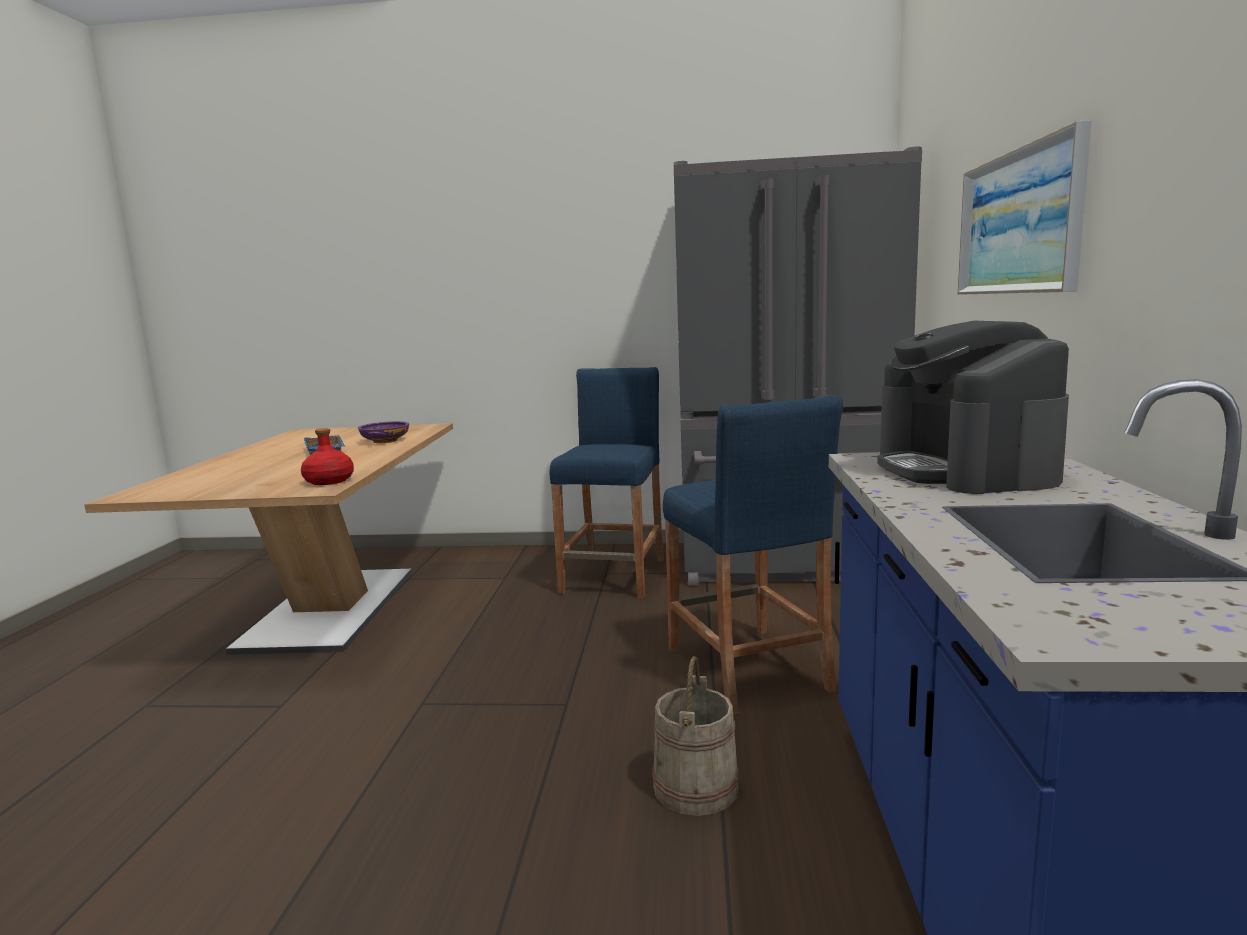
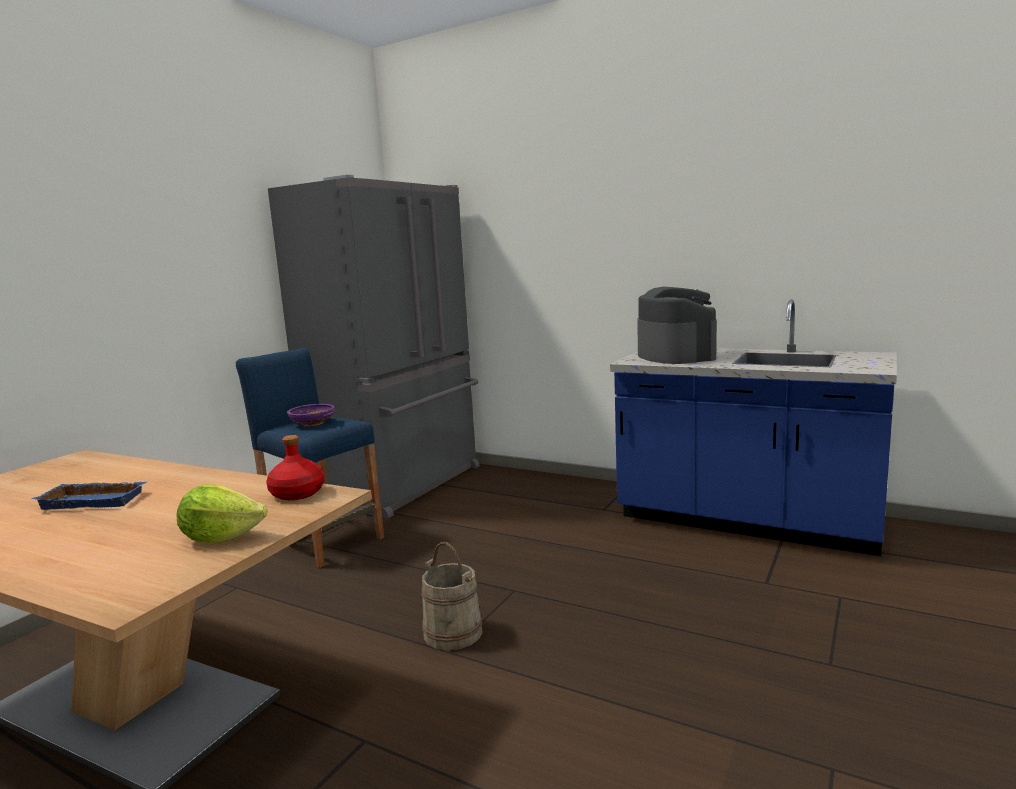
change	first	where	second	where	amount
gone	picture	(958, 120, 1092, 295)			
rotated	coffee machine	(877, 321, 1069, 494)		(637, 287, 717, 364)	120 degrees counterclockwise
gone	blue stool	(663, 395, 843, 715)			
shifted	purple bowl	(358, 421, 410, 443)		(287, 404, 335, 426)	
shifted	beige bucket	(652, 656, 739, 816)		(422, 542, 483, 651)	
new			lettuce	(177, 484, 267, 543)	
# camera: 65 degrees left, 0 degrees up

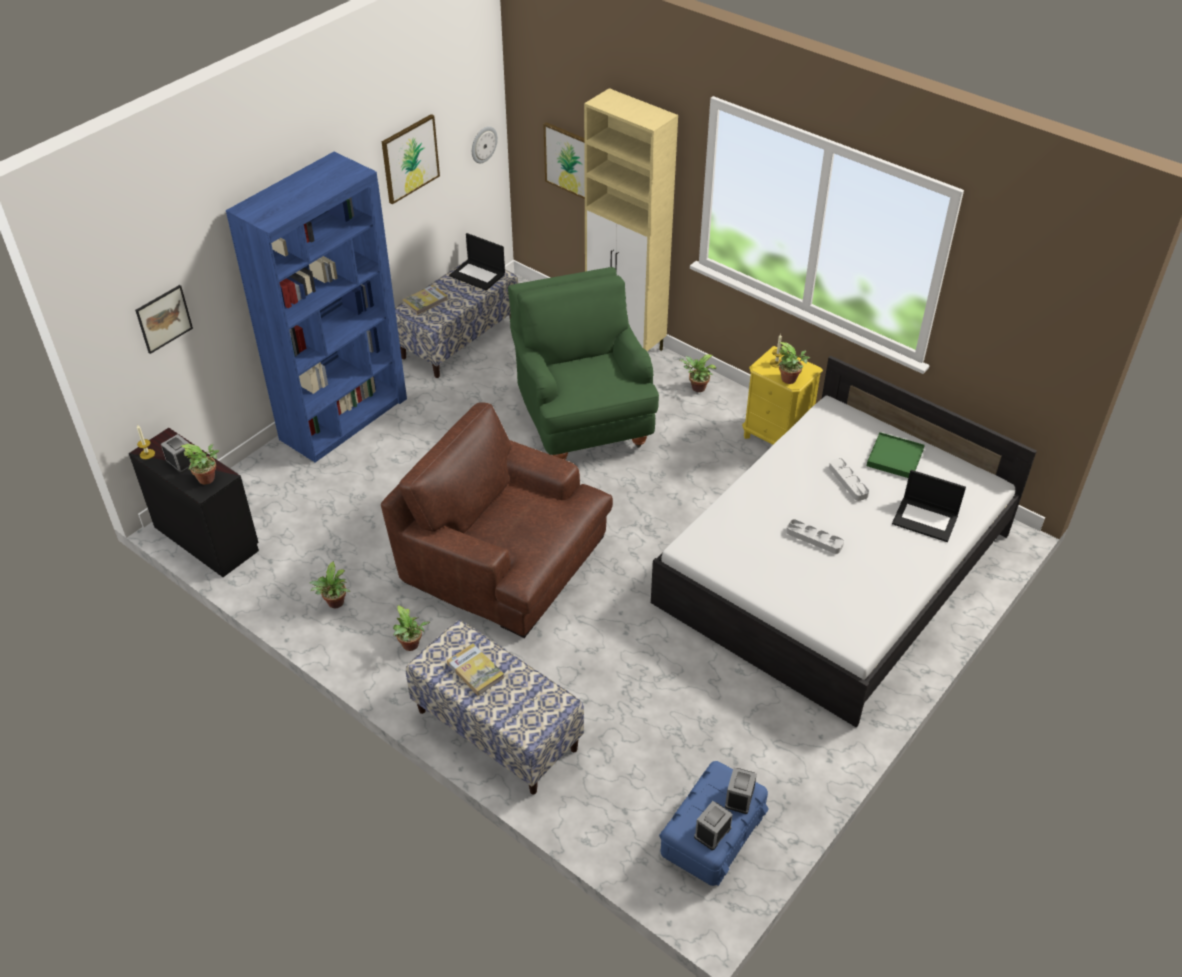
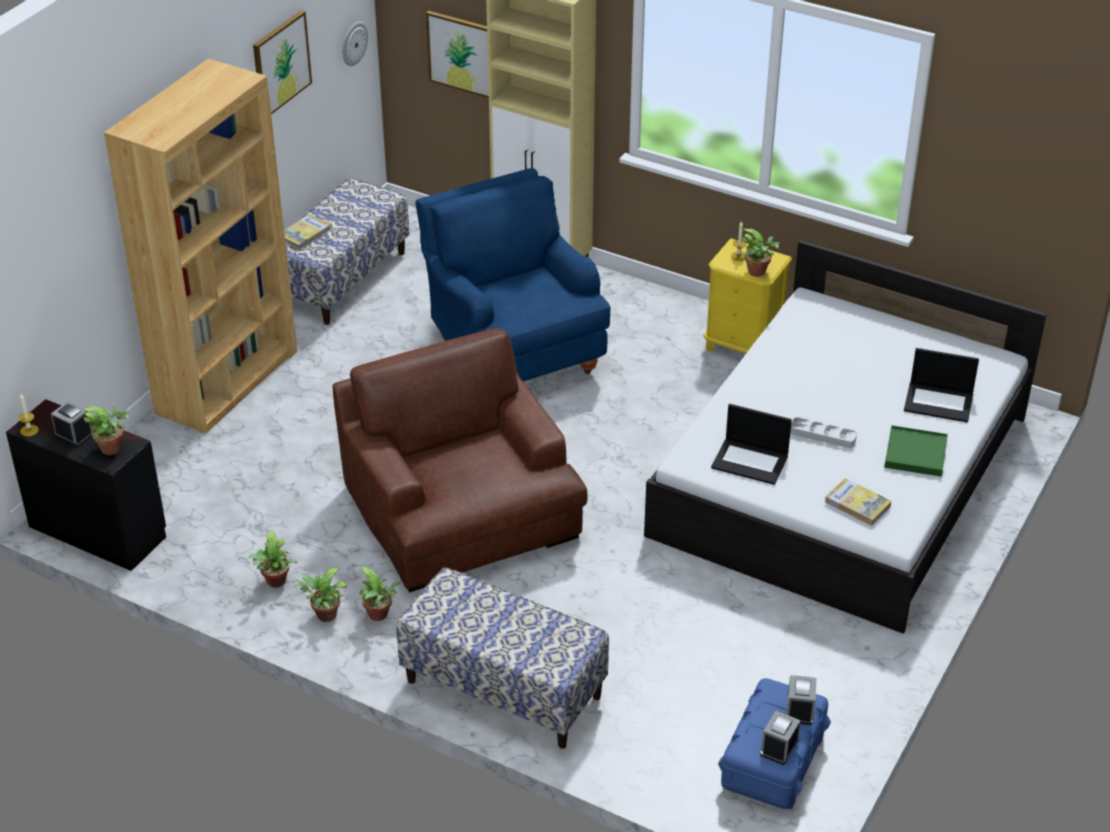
change	first	where	second	where	amount
repainted	blue bookcase	(226, 152, 407, 462)	brown bookcase	(104, 58, 298, 434)	
shifted	laptop	(449, 233, 505, 291)		(711, 404, 792, 485)	
repainted	green armchair	(508, 267, 659, 460)	blue armchair	(415, 168, 610, 381)	
gone	picture	(135, 285, 193, 354)			
shifted	potted plant	(680, 354, 716, 392)		(291, 568, 348, 622)	
rotated	brown armchair	(381, 402, 613, 638)		(332, 328, 588, 593)	45 degrees clockwise
shifted	green tray	(867, 432, 925, 478)		(884, 425, 948, 477)	
gone	grey tray	(829, 458, 869, 501)			
shifted	book	(447, 644, 504, 695)		(825, 478, 892, 526)	
# camera: 10 degrees left, 5 degrees down

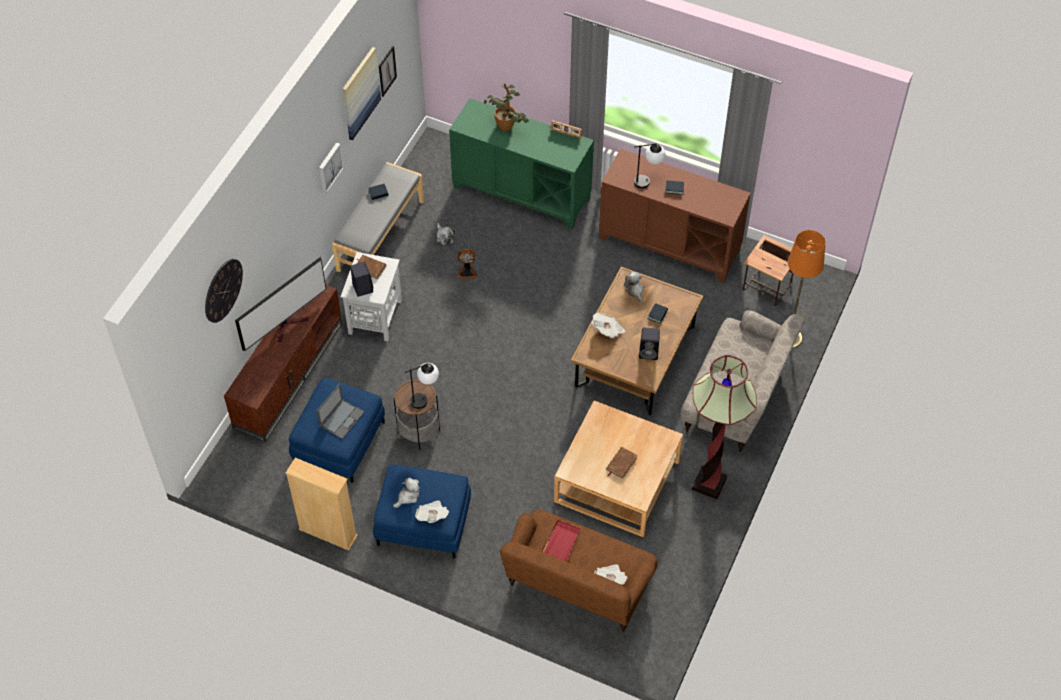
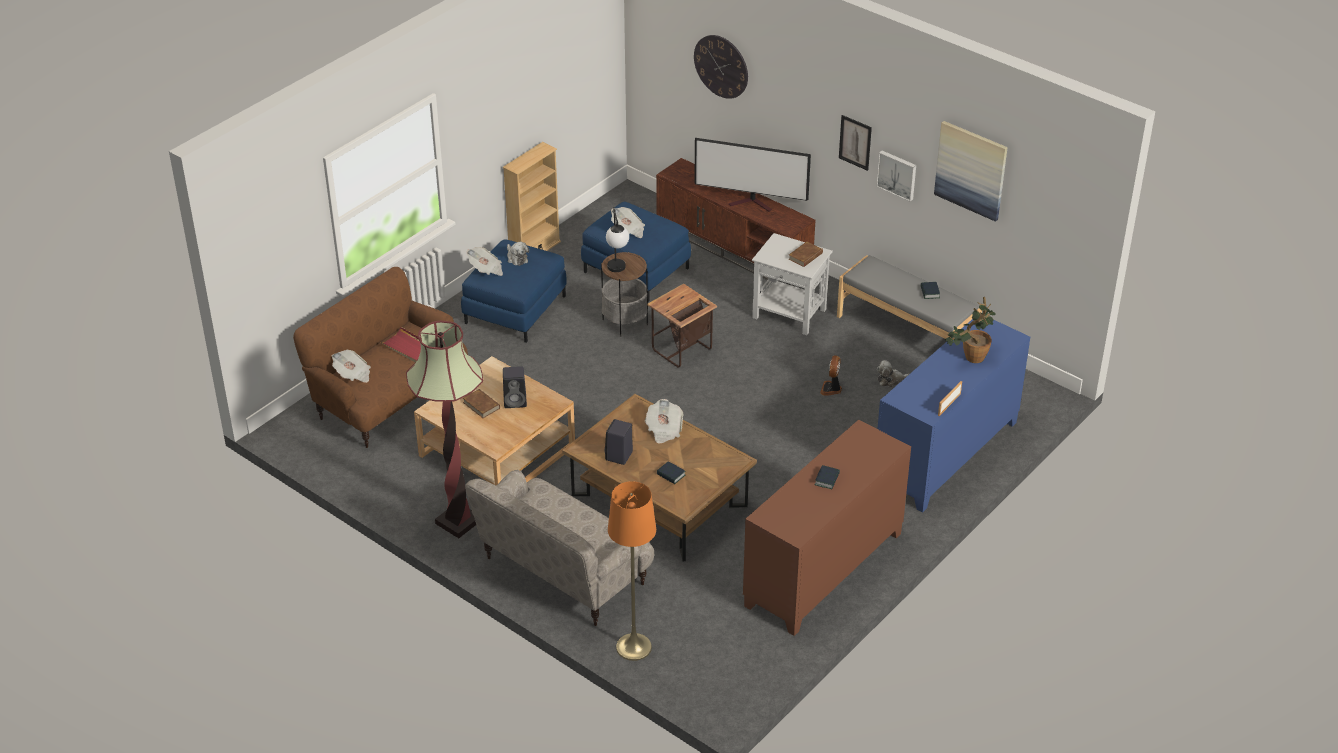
change	first	where	second	where	amount
shifted	picture	(379, 46, 397, 97)		(839, 115, 872, 171)	
repainted	green cabinet	(449, 98, 594, 229)	blue cabinet	(877, 319, 1030, 513)	
gone	table lamp	(634, 143, 665, 189)			
shifted	side table	(743, 235, 794, 306)		(647, 284, 717, 368)	
rotated	television	(235, 257, 326, 351)		(694, 138, 811, 212)	45 degrees counterclockwise
shifted	black speaker	(350, 262, 373, 297)		(503, 366, 527, 408)	
gone	plush toy	(624, 272, 643, 303)			
swapped	laptop	(317, 384, 364, 439)	newspaper	(611, 207, 645, 238)	
# camera: 105 degrees right, 15 degrees down

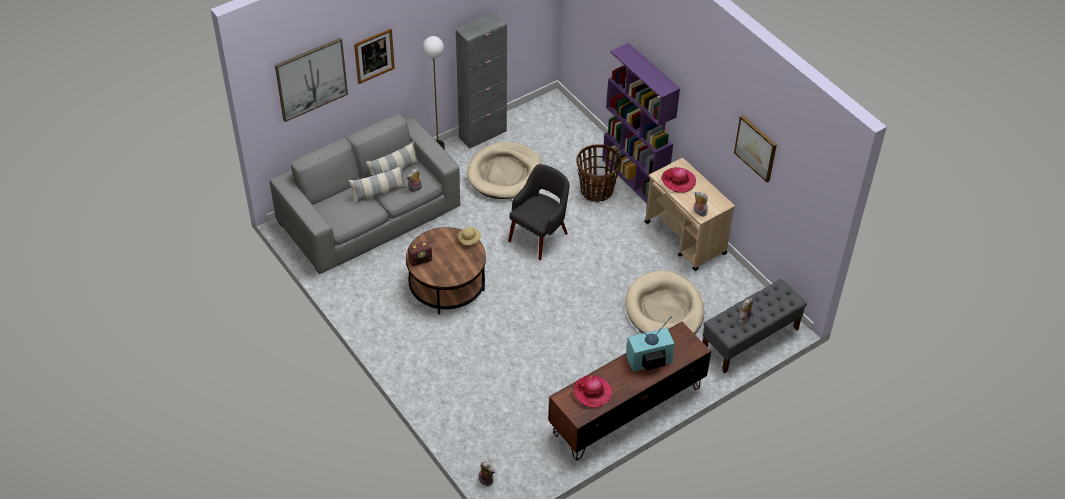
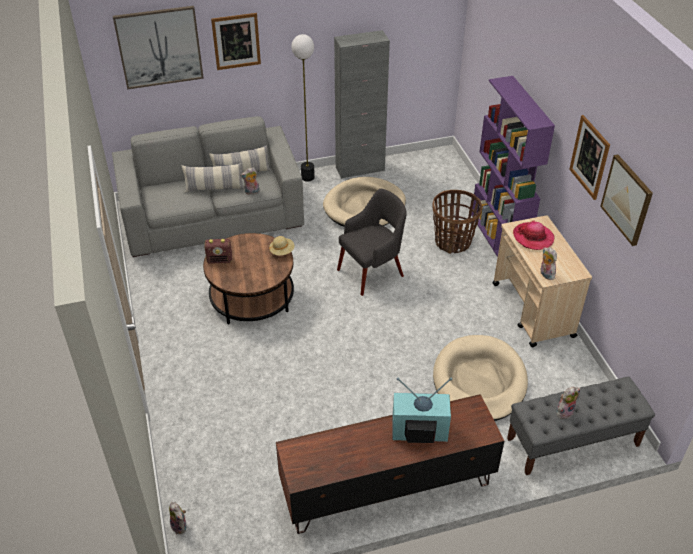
change	first	where	second	where	amount
gone	hat	(573, 375, 612, 408)			
new			picture	(569, 115, 610, 200)	
# camera: 20 degrees right, 5 degrees down

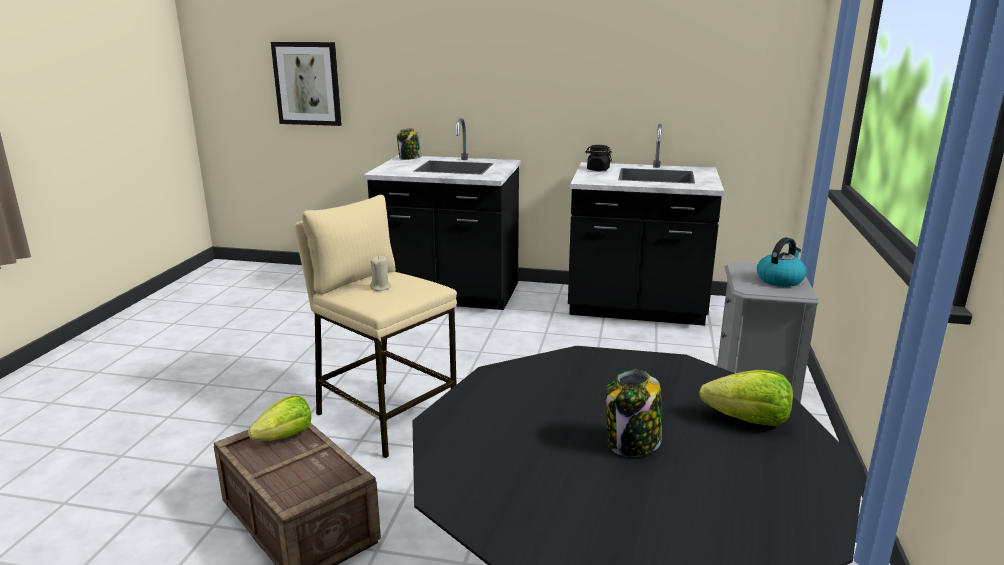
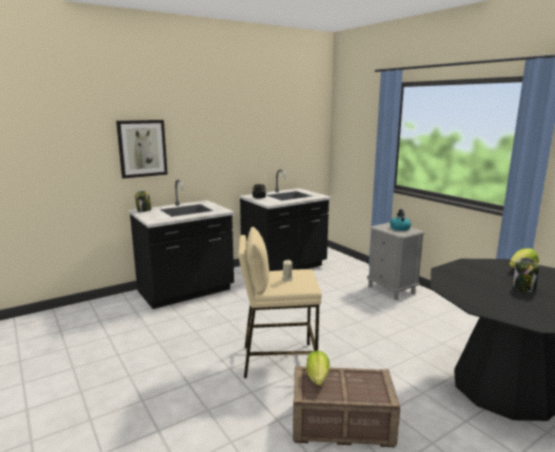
change	first	where	second	where	amount
shifted	picture	(271, 42, 342, 126)		(116, 120, 168, 179)	
# camera: 45 degrees left, 5 degrees down

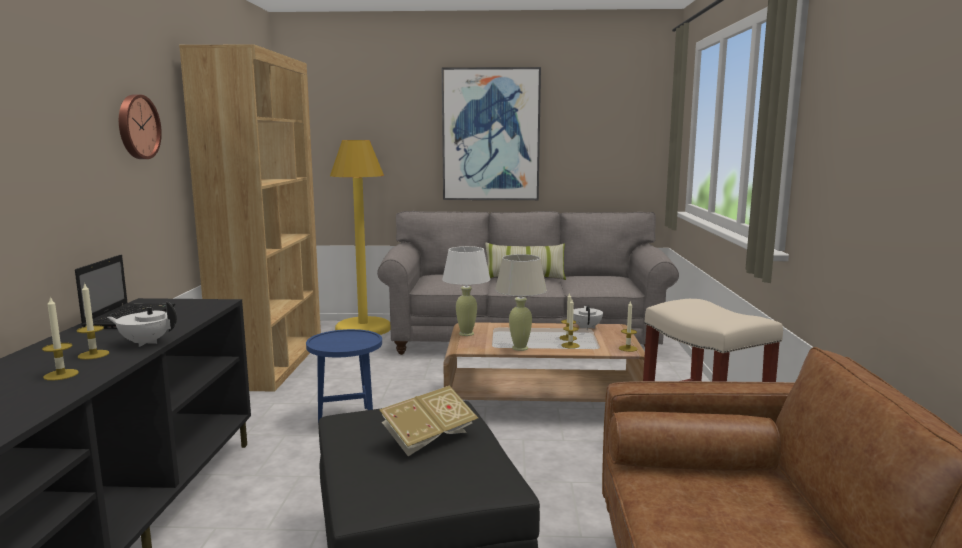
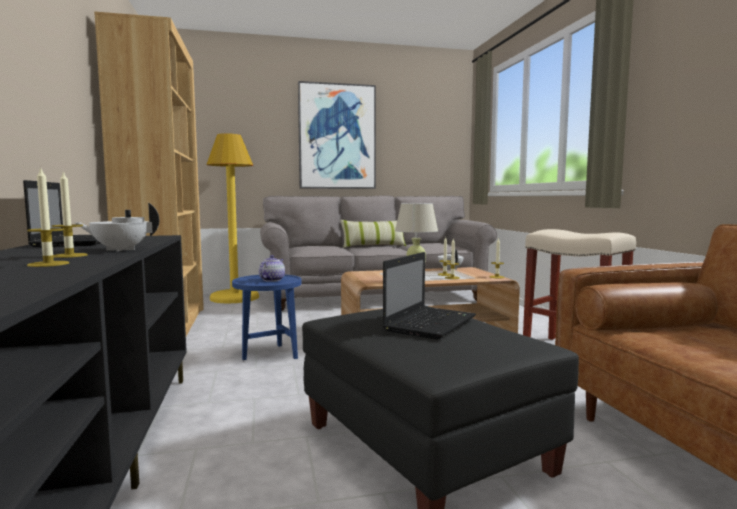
change	first	where	second	where	amount
gone	wall clock	(119, 95, 162, 159)			
gone	white table lamp	(442, 246, 490, 336)			
swapped	book	(379, 385, 478, 456)	laptop	(383, 252, 476, 339)	
new			teapot	(259, 255, 285, 282)	
# camera: 15 degrees left, 5 degrees down

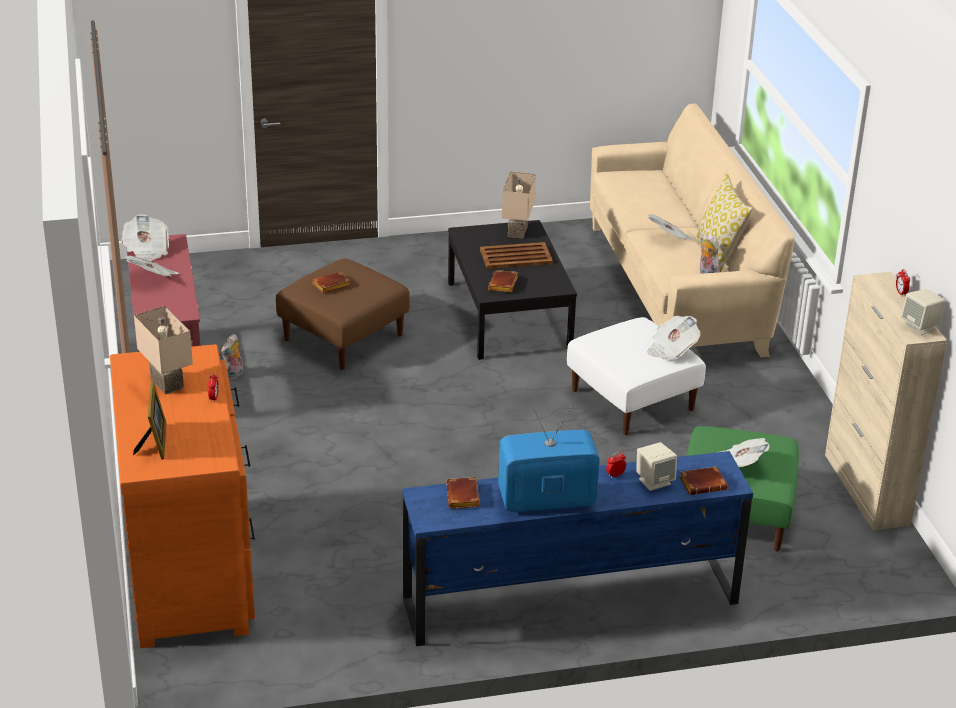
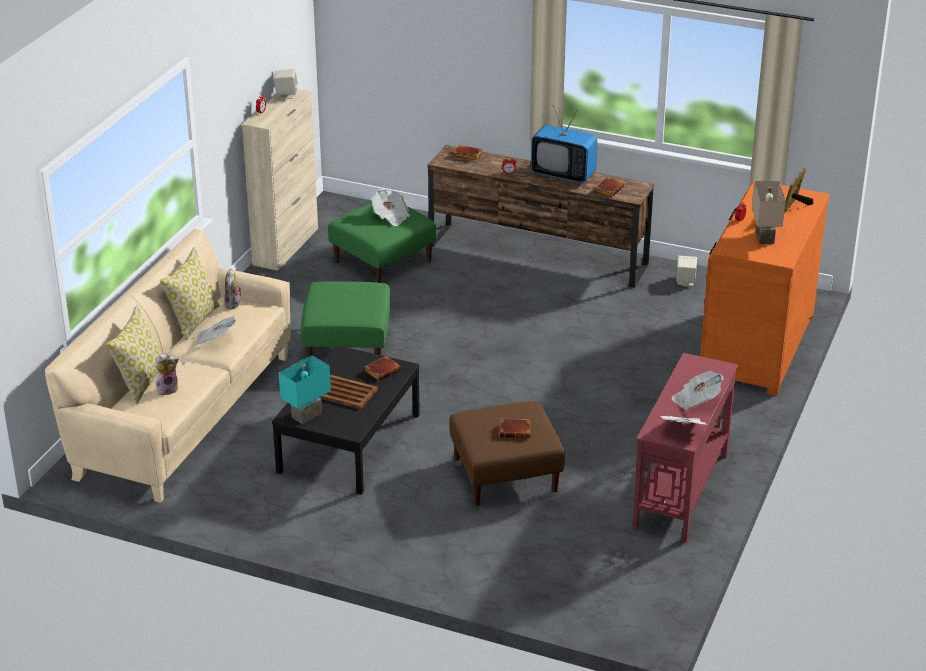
change	first	where	second	where	amount
repainted	beige table lamp	(502, 171, 536, 239)	turquoise table lamp	(279, 355, 331, 424)	
gone	newspaper	(647, 316, 700, 361)			
repainted	white ottoman	(567, 317, 706, 435)	green ottoman	(300, 281, 390, 357)	
shifted	plush toy	(221, 334, 243, 380)		(155, 353, 179, 395)	
shifted	beige speaker	(636, 442, 677, 491)		(676, 256, 697, 286)	
repainted	blue tv stand	(402, 451, 753, 646)	brown tv stand	(428, 145, 654, 288)	
new			pillow	(106, 305, 161, 404)	
# camera: 145 degrees left, 0 degrees up

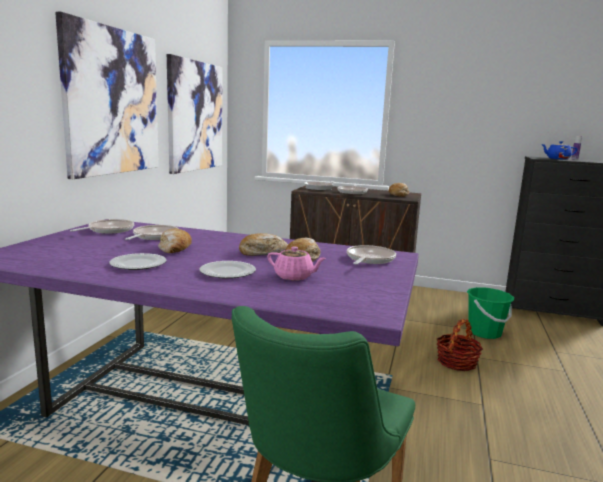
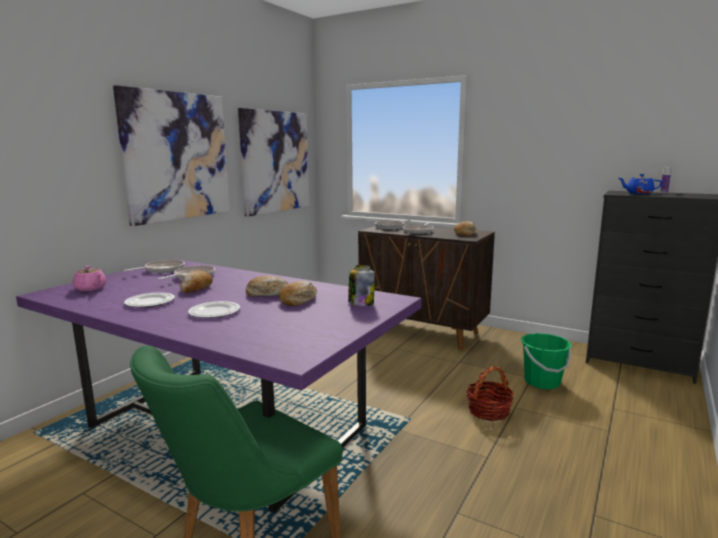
change	first	where	second	where	amount
swapped	frying pan	(347, 245, 396, 265)	jar	(348, 265, 375, 306)	
shifted	pink teapot	(267, 247, 326, 281)		(73, 266, 106, 291)	
# camera: 15 degrees right, 0 degrees up

